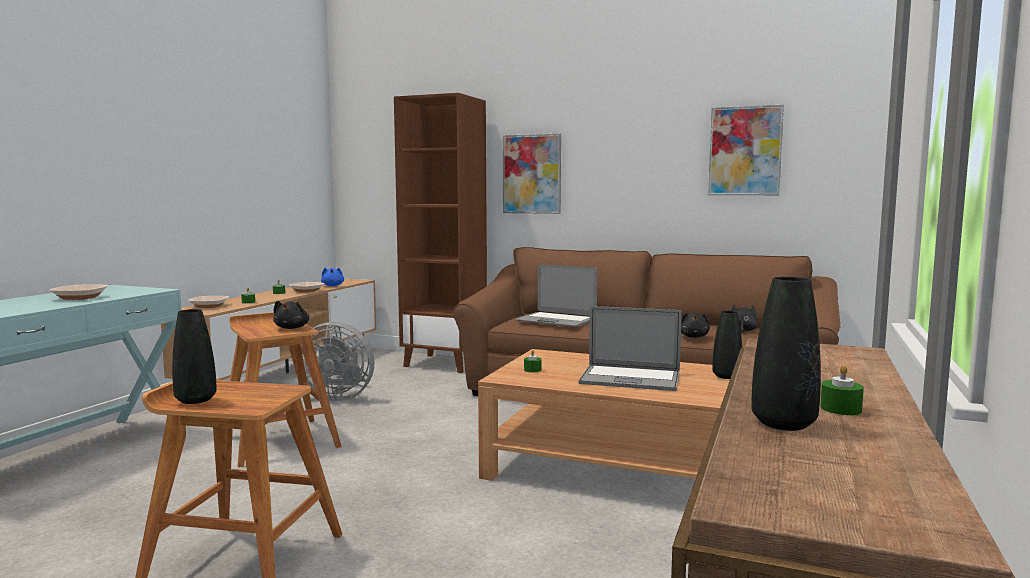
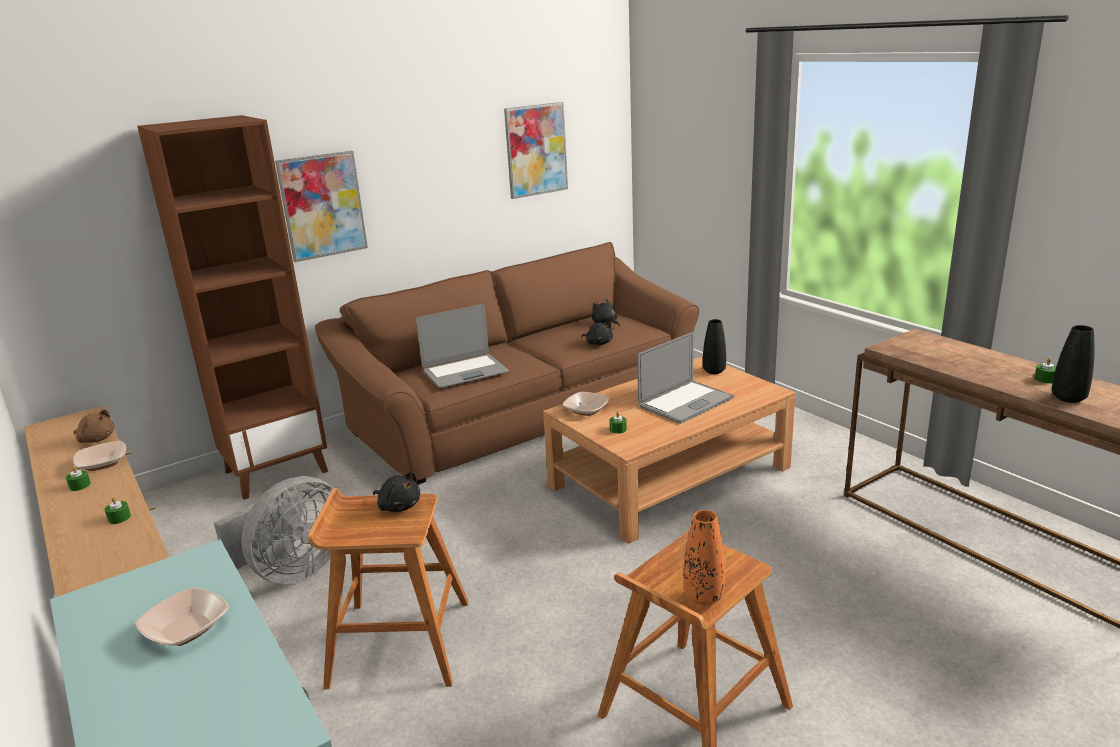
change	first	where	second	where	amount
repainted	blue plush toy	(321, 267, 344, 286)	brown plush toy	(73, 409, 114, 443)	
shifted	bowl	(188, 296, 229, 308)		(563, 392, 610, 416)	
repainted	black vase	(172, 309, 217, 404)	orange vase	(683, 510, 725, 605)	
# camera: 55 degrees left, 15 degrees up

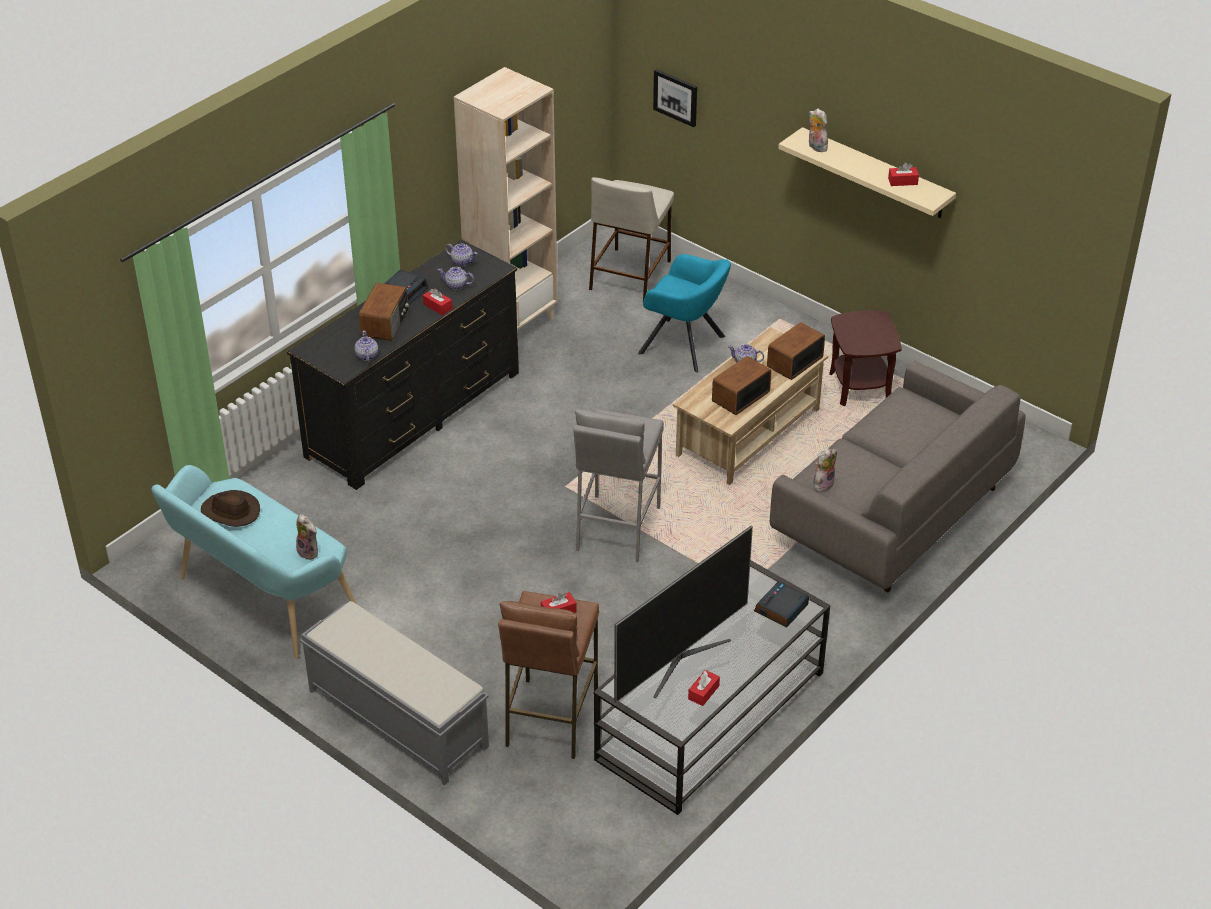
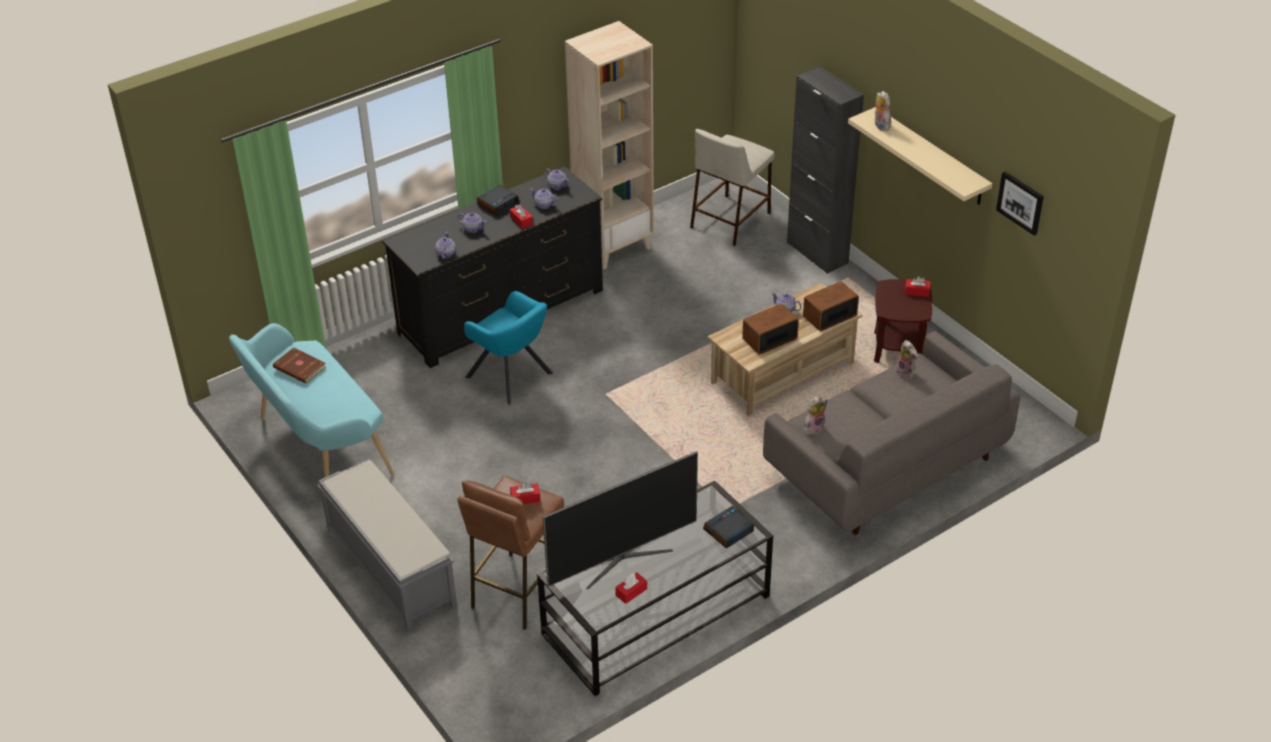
change	first	where	second	where	amount
shifted	picture	(653, 69, 697, 127)		(996, 171, 1044, 236)	
shifted	red tissue box	(888, 162, 919, 186)		(905, 276, 930, 297)	
shifted	turquoise armchair	(638, 254, 731, 373)		(464, 291, 553, 405)	
swapped	radio	(359, 283, 409, 341)	teapot	(457, 213, 486, 233)	
gone	grey stool	(573, 409, 664, 562)			
swapped	brown hat	(201, 490, 260, 527)	brown book	(273, 347, 326, 384)	
shifted	plush toy	(296, 514, 318, 560)		(894, 340, 918, 380)	
new			black cabinet	(787, 66, 864, 273)	
# camera: 15 degrees right, 0 degrees up

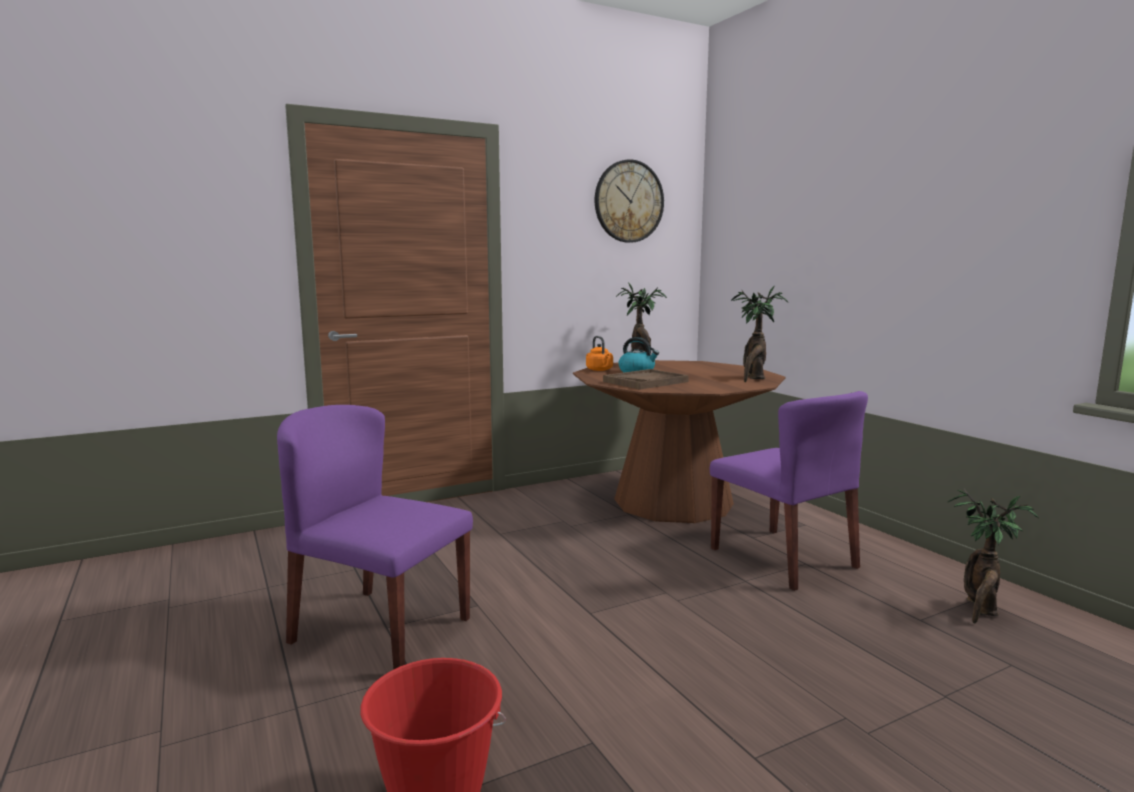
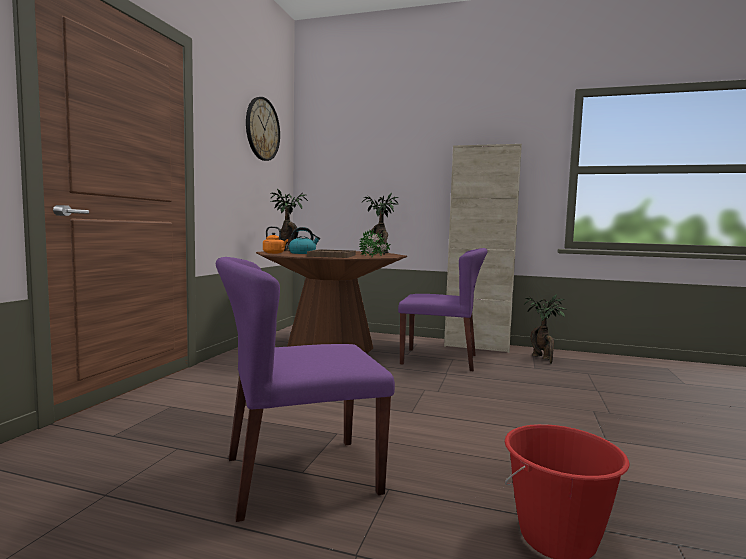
change	first	where	second	where	amount
new			beige cabinet	(444, 144, 522, 353)	
new			potted plant	(359, 229, 390, 257)	
# camera: 45 degrees left, 5 degrees down

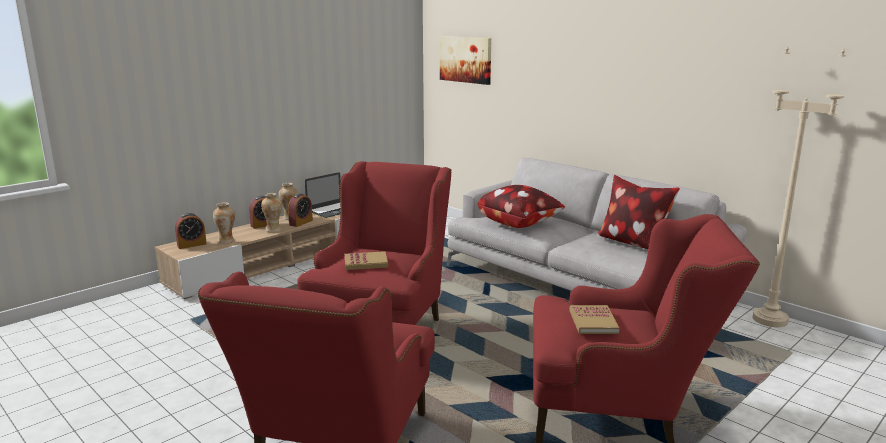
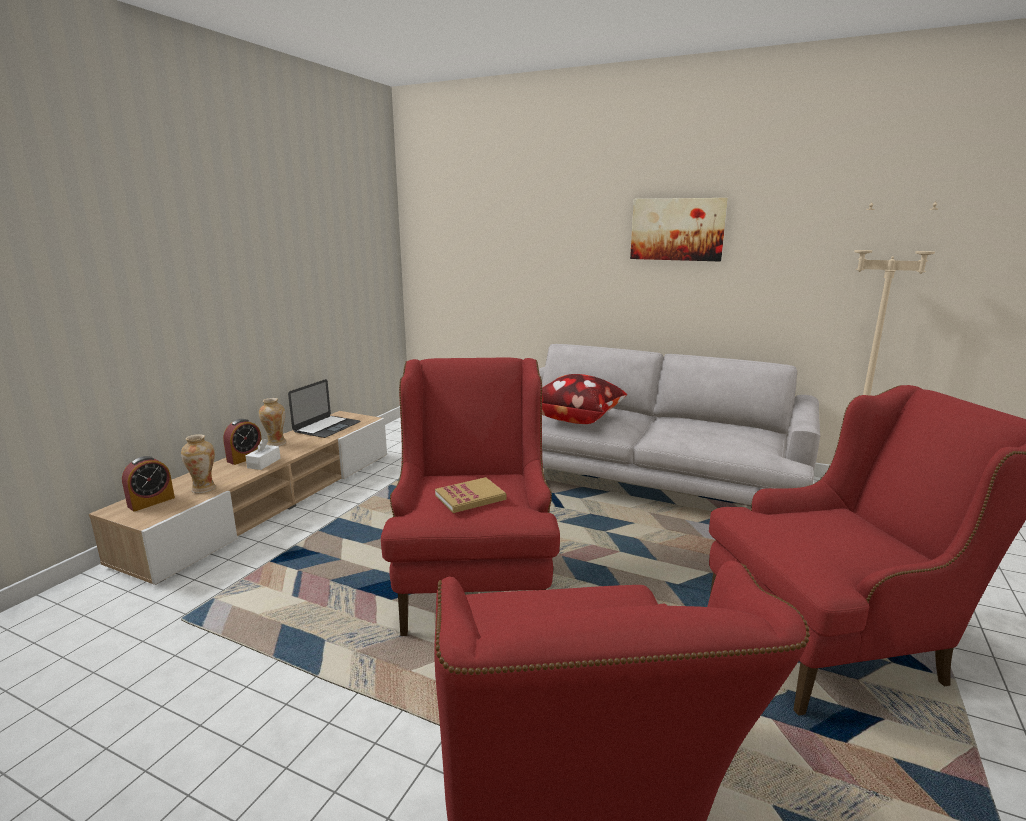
change	first	where	second	where	amount
shifted	picture	(440, 36, 491, 85)		(630, 198, 728, 261)	
gone	pillow	(597, 175, 680, 249)			
swapped	vase	(261, 193, 282, 232)	white tissue box	(245, 439, 281, 470)	
gone	alarm clock	(288, 194, 313, 227)			
gone	book	(569, 305, 619, 334)			
# camera: 20 degrees left, 0 degrees up

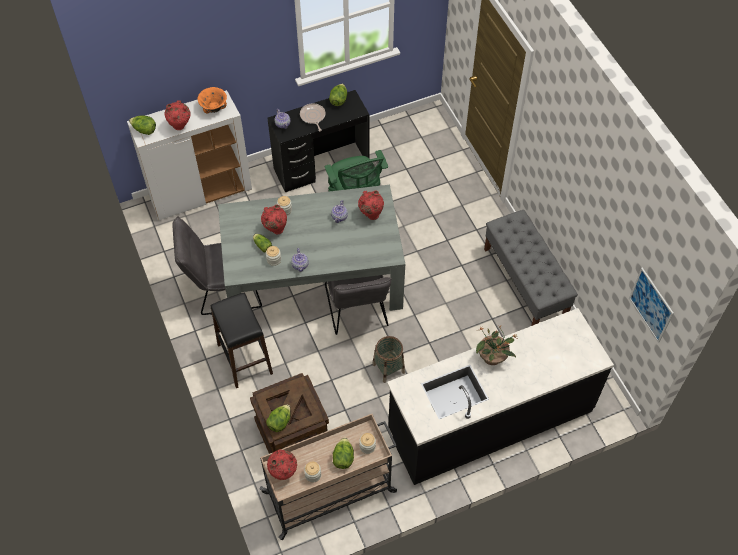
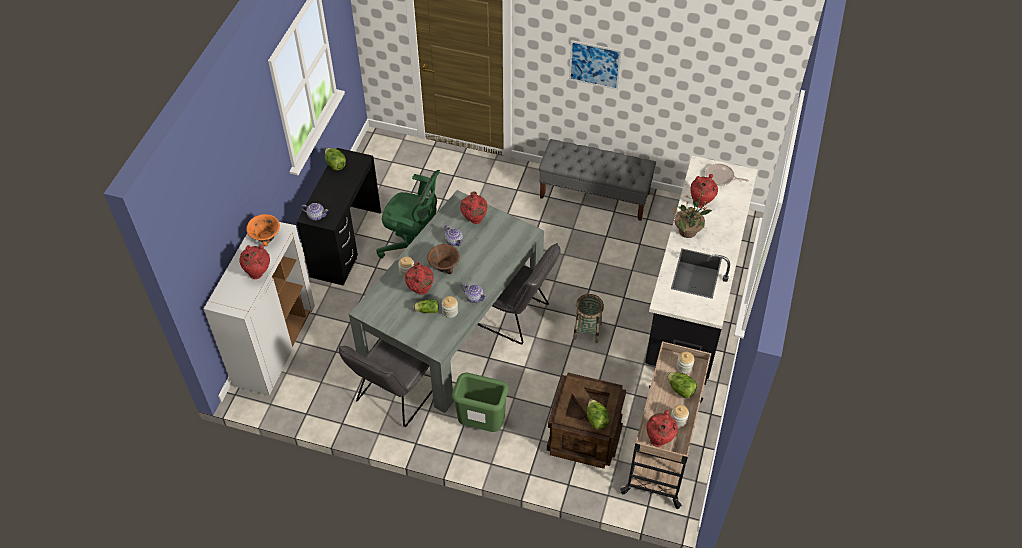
change	first	where	second	where	amount
shifted	frying pan	(300, 103, 325, 131)		(706, 164, 749, 186)	
gone	lettuce	(129, 115, 156, 135)			
shifted	picture	(629, 267, 674, 343)		(569, 40, 622, 90)	
swapped	black stool	(210, 293, 273, 388)	green trash can	(452, 373, 509, 432)	
new			red vase	(690, 174, 718, 208)	
new			brown bowl	(427, 244, 460, 274)	
# camera: 50 degrees left, 5 degrees down

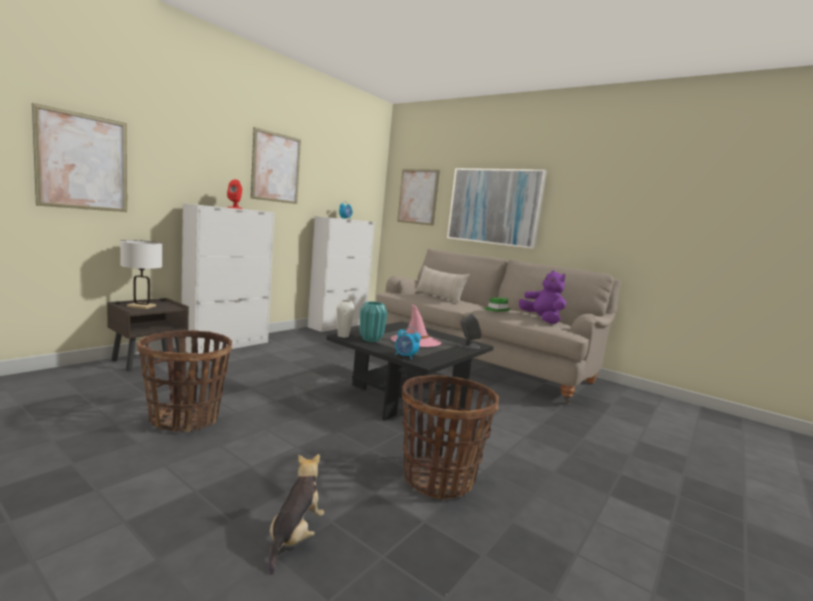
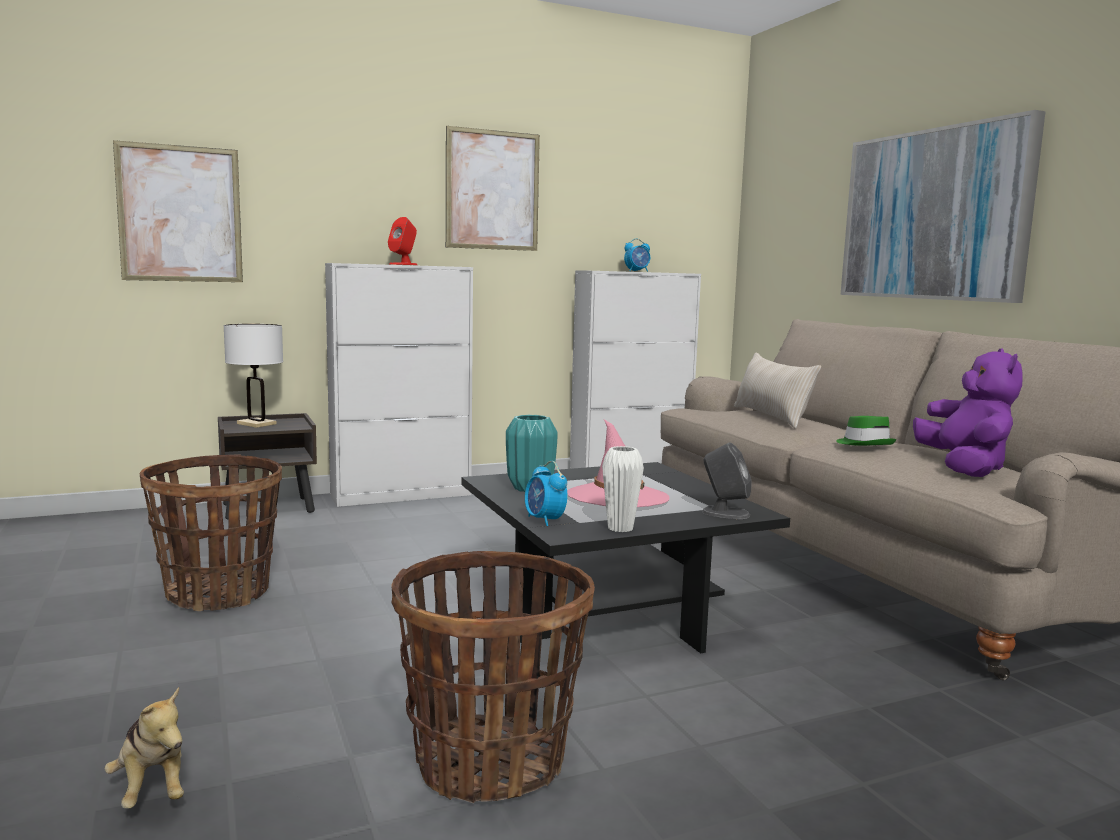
change	first	where	second	where	amount
gone	picture	(397, 169, 440, 225)			
shifted	white vase	(336, 300, 355, 338)		(602, 446, 644, 532)	
rotated	plush toy	(269, 454, 324, 575)		(104, 687, 184, 809)	105 degrees clockwise
# camera: 30 degrees right, 0 degrees up

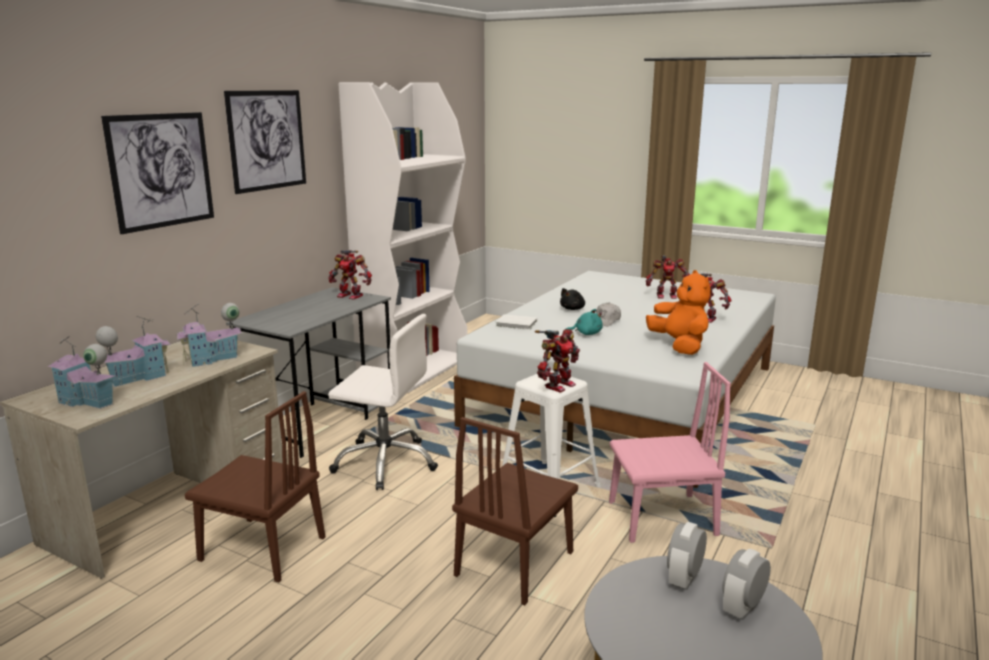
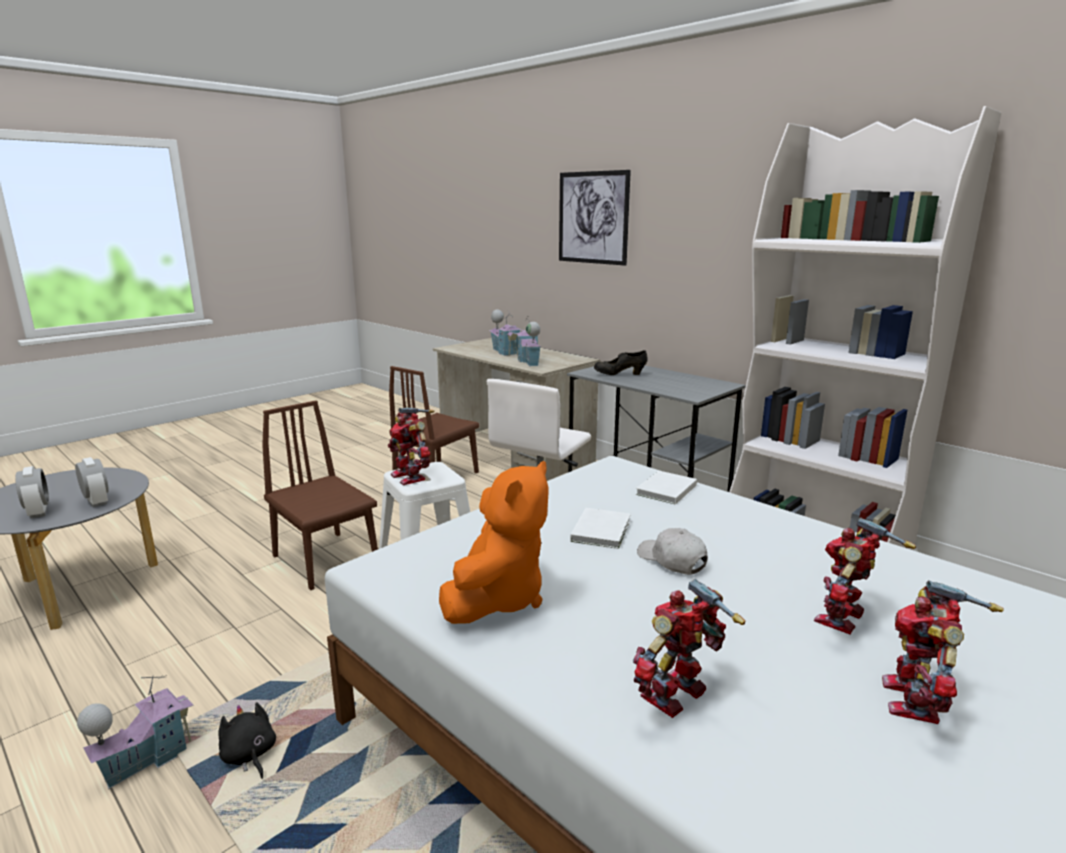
change	first	where	second	where	amount
gone	picture	(224, 90, 306, 194)			
shifted	toy robot	(328, 250, 372, 299)		(814, 517, 916, 634)	
rotated	orange plush toy	(646, 270, 711, 355)		(439, 461, 549, 624)	60 degrees counterclockwise
shifted	black plush toy	(560, 288, 585, 310)		(218, 702, 276, 779)	
swapped	turquoise plush toy	(566, 309, 603, 335)	white book	(570, 508, 631, 549)	
shifted	toy house	(47, 336, 115, 409)		(77, 675, 193, 789)	
gone	pink chair	(609, 362, 731, 543)			
new			black shoe	(594, 350, 648, 375)	
# camera: 105 degrees right, 0 degrees up

